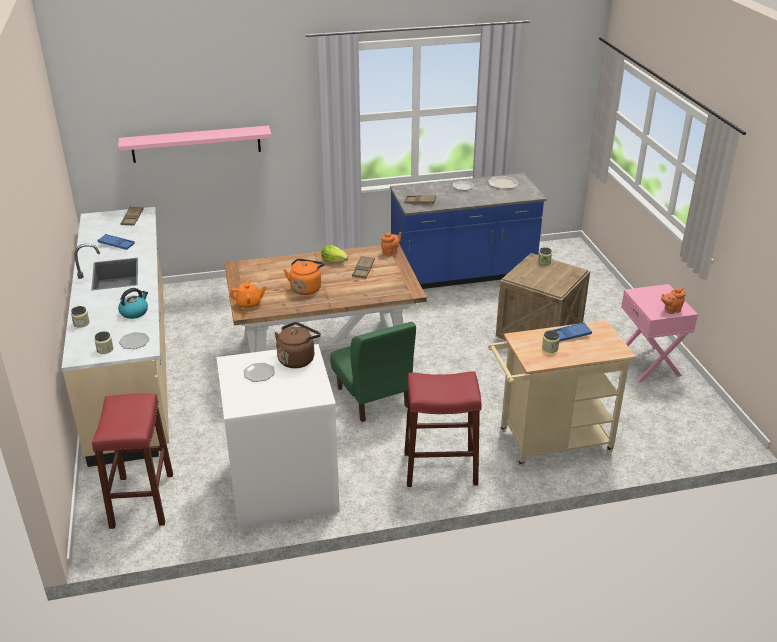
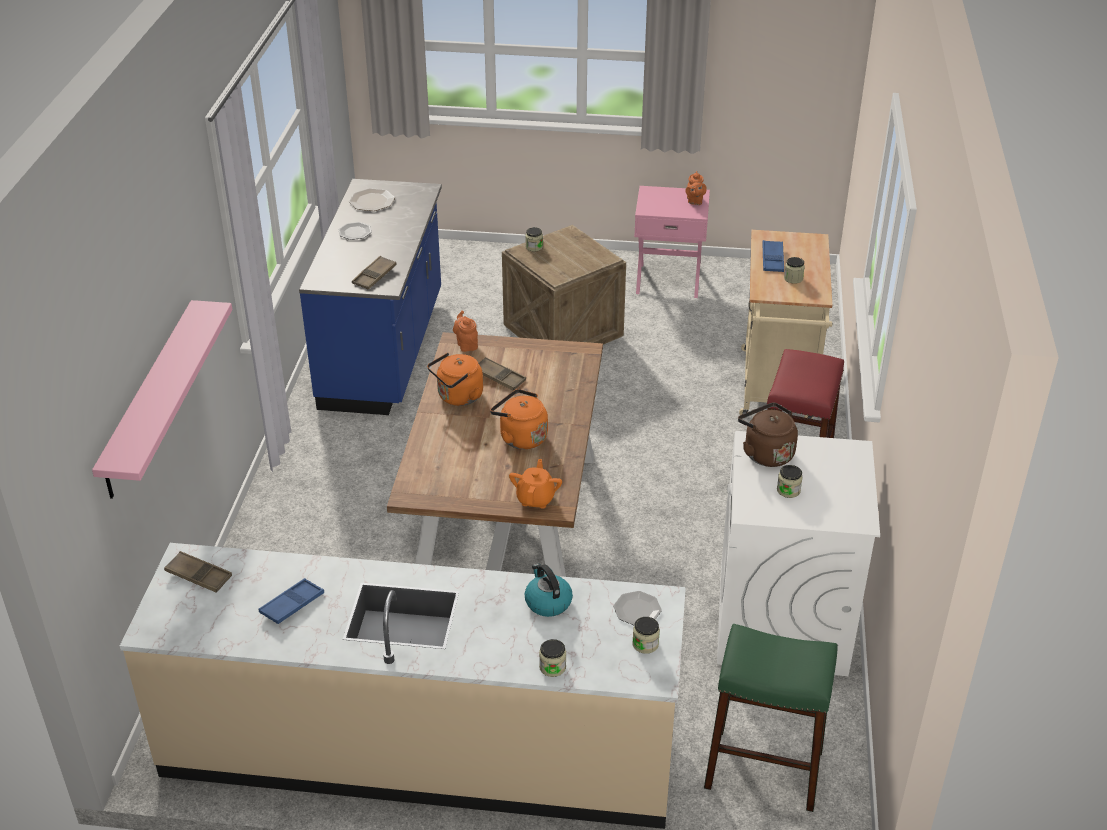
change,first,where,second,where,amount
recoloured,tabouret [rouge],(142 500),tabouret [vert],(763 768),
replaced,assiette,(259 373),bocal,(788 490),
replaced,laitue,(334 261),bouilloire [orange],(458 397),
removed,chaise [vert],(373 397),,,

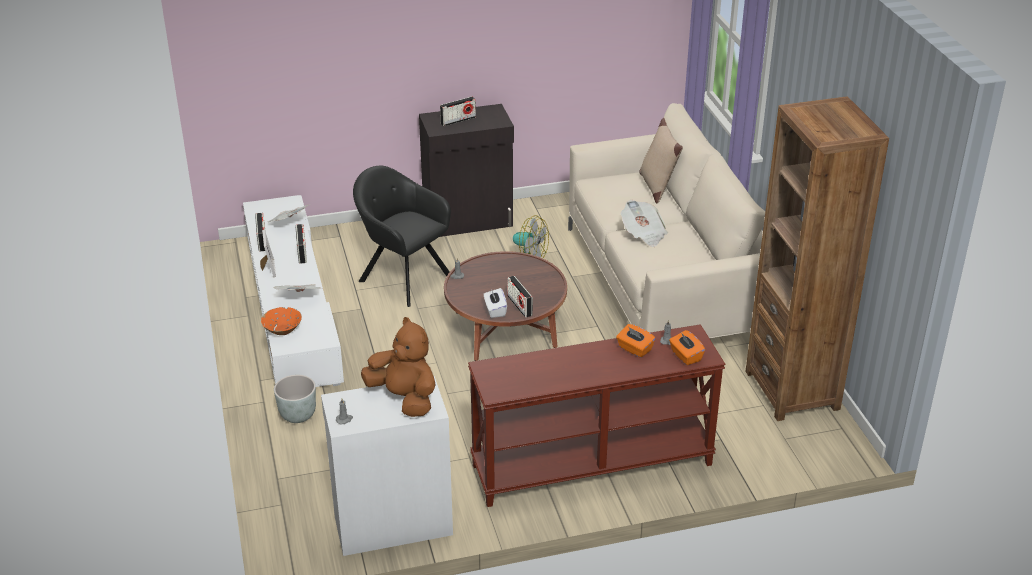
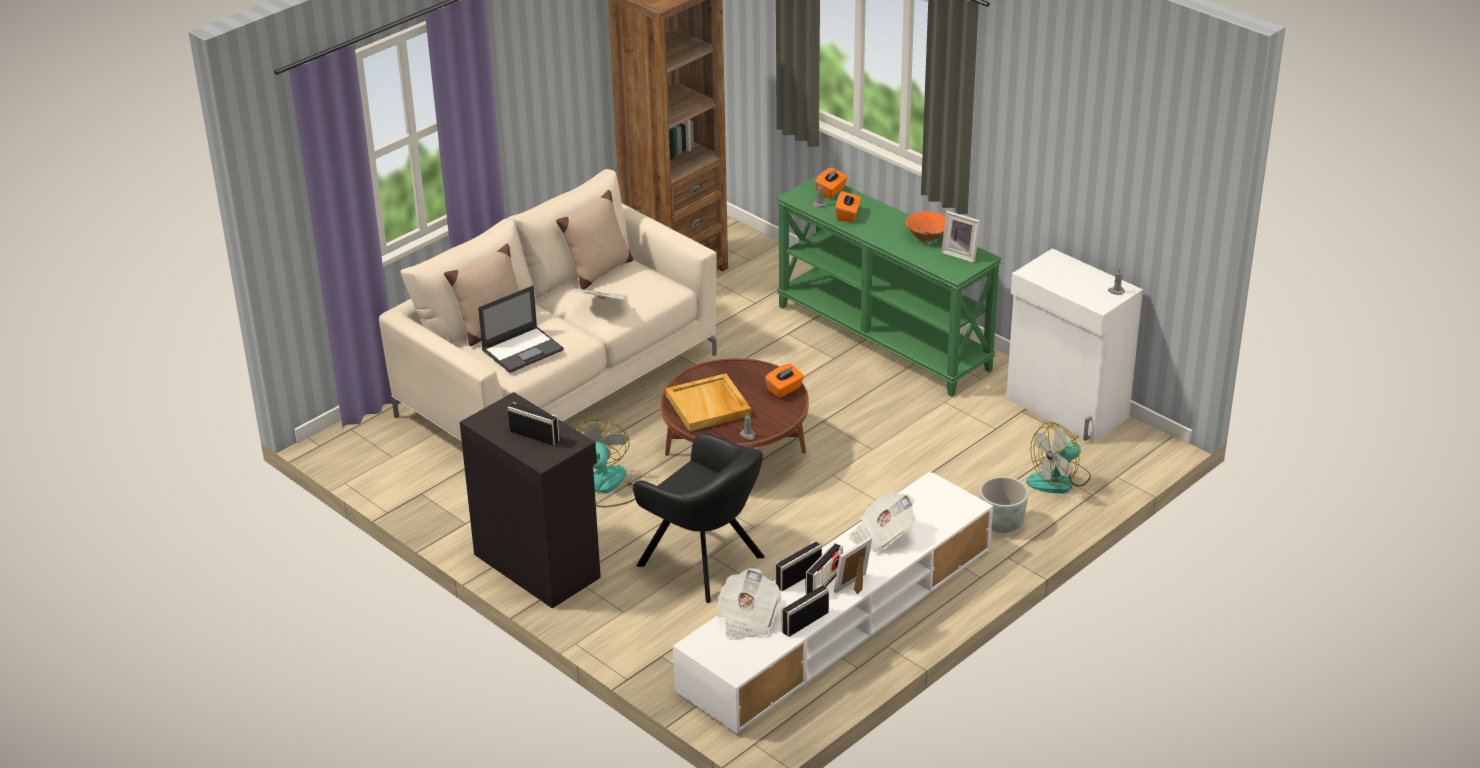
change,first,where,second,where,amount
moved,bol [orange],(283 331),,(927 237),
turned,fauteuil [noir],(402 277),,(705 563),60 degrees counterclockwise
removed,peluche [marron],(404 398),,,
recoloured,table console [marron],(592 466),table console [vert],(885 337),
recoloured,boîte à mouchoirs [blanc],(495 310),boîte à mouchoirs [orange],(784 389),
moved,radio,(519 306),,(824 582),
added,,,ordinateur portable,(523 349),
added,,,coussin [beige],(598 272),
added,,,plateau [beige],(709 405),
added,,,cadre photo,(961 254),
added,,,ventilateur,(1059 480),

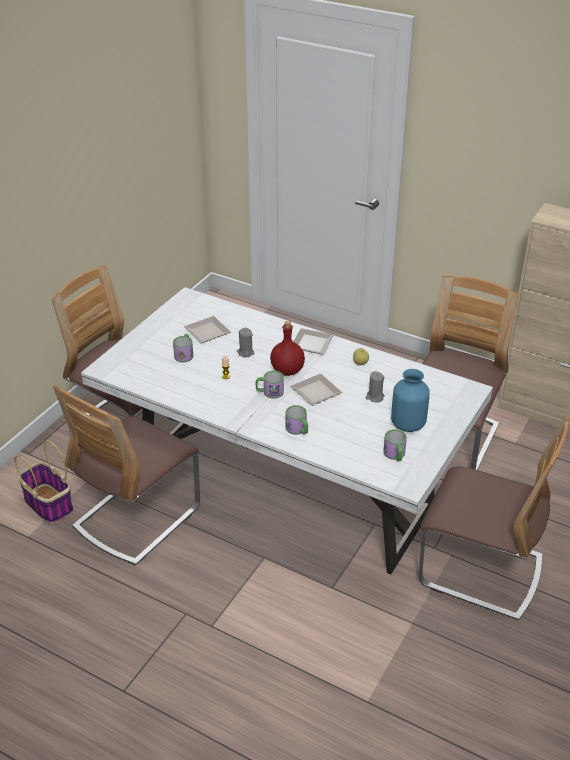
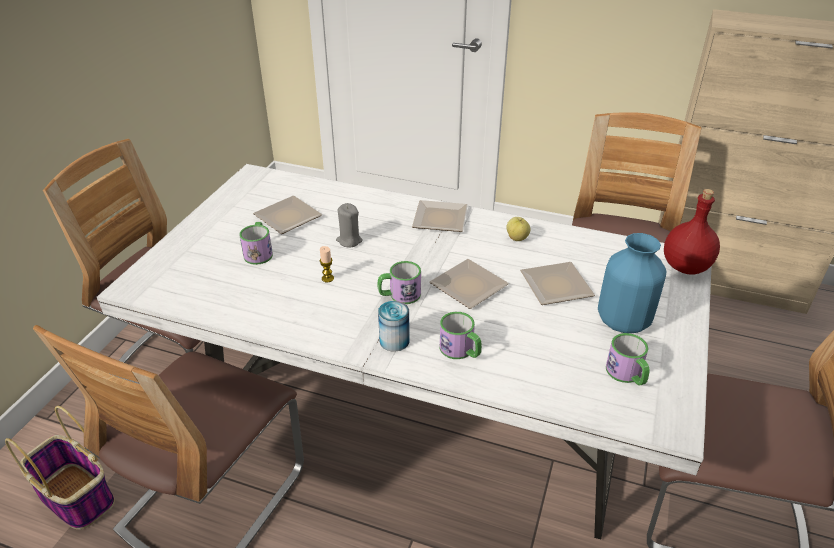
change,first,where,second,where,amount
moved,bouteille [rouge],(288 370),,(686 266),
replaced,bougie [gris],(374 397),assiette,(557 285),
added,,,boîte métallique,(394 341),

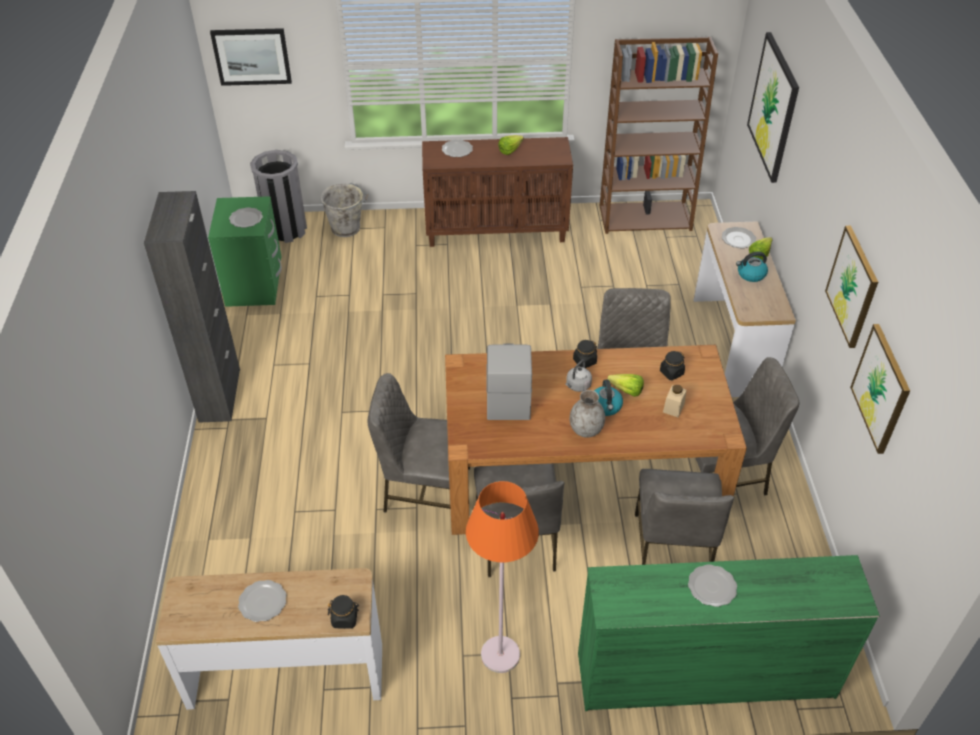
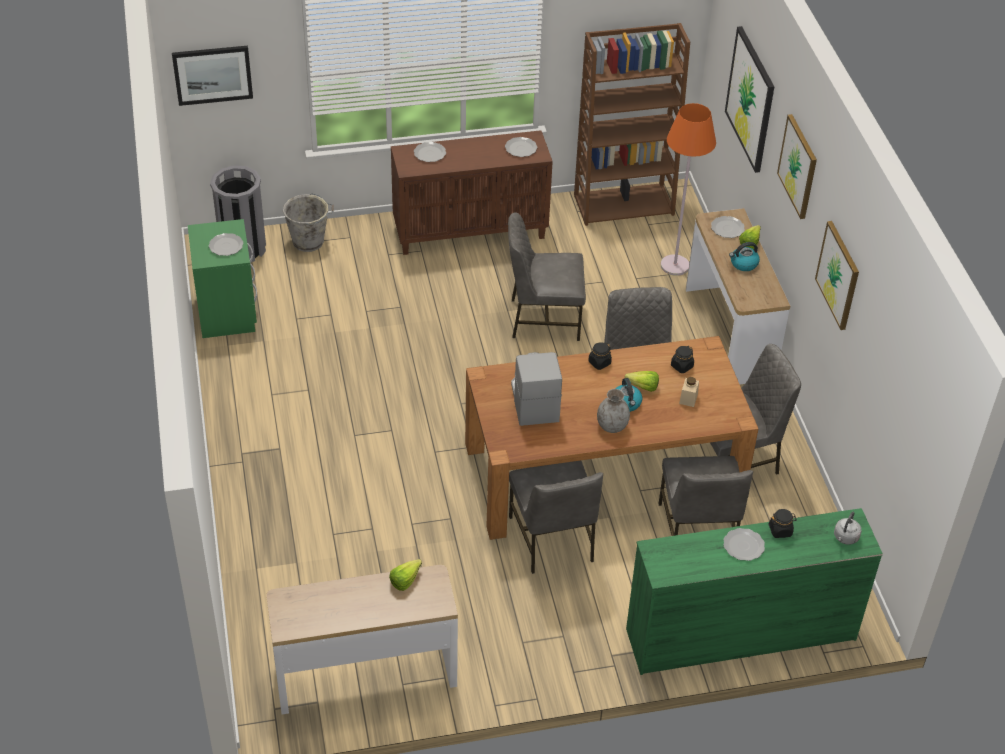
change,first,where,second,where,amount
removed,meuble de rangement [noir],(219 395),,,
moved,assiette,(262 601),,(520 148),
moved,bocal [noir],(345 618),,(780 530),
moved,chaise [gris],(425 490),,(543 318),
moved,lampadaire [orange],(500 655),,(675 266),
moved,laitue,(512 150),,(408 579),
moved,bouilloire [gris],(577 386),,(845 538),
moved,tableau,(881 388),,(798 166),

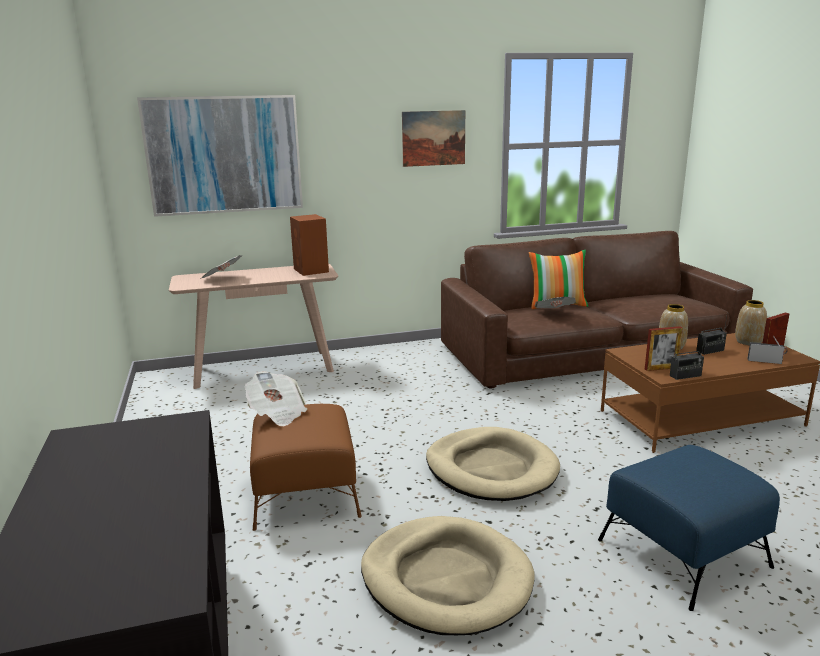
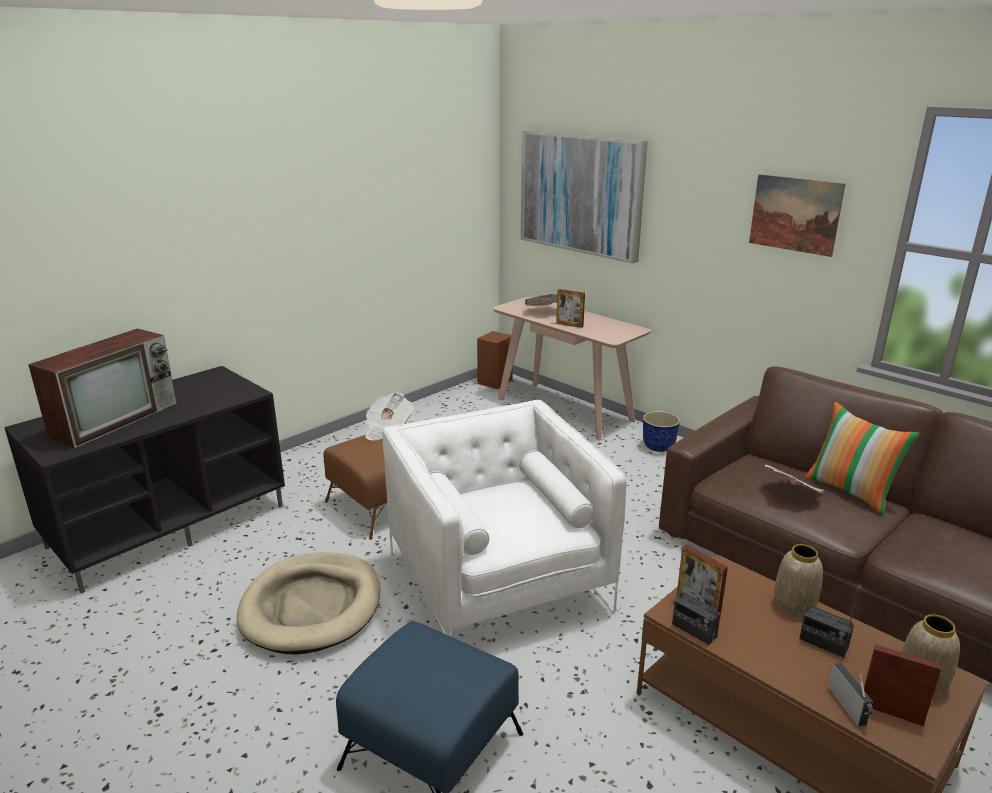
change,first,where,second,where,amount
moved,enceinte [marron],(311 270),,(494 382),
replaced,panier pour chien [beige],(491 469),fauteuil [blanc],(497 583),
added,,,téléviseur,(117 419),
added,,,cadre photo,(569 325),
added,,,cache-pot,(659 447),

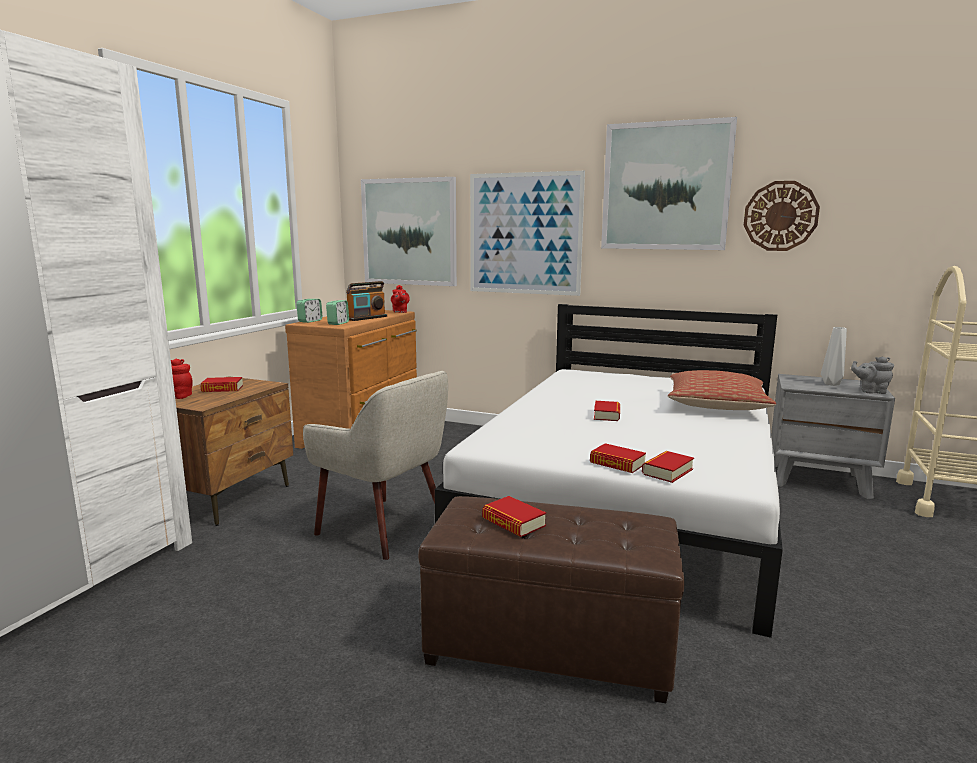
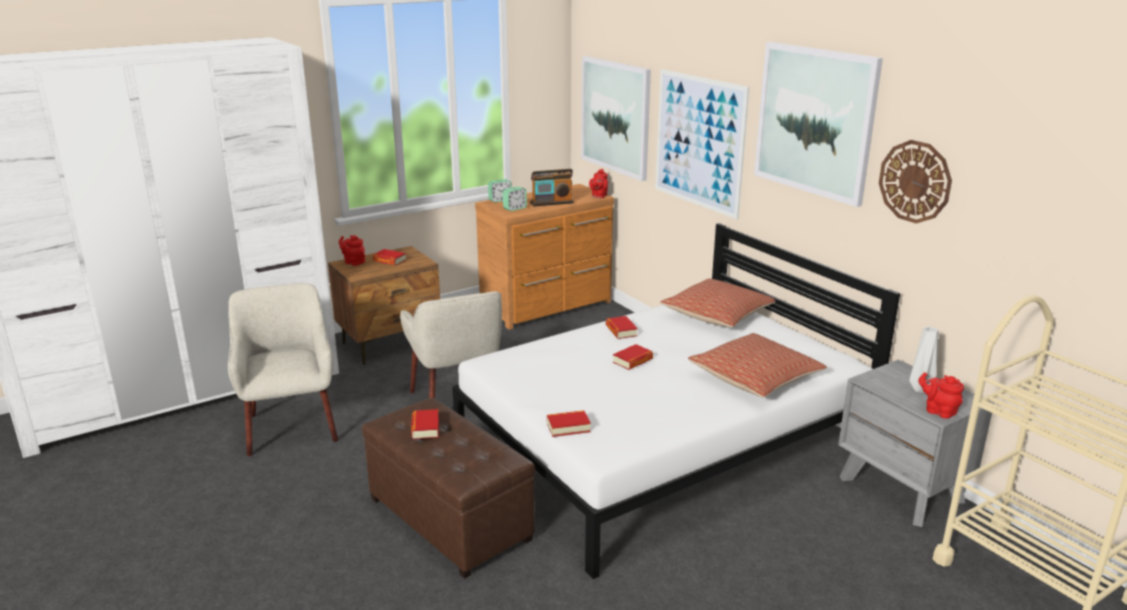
change,first,where,second,where,amount
moved,livre,(617 463),,(621 331),
recoloured,théière [gris],(871 391),théière [rouge],(938 411),
added,,,fauteuil [beige],(291 427),
added,,,coussin,(717 315),

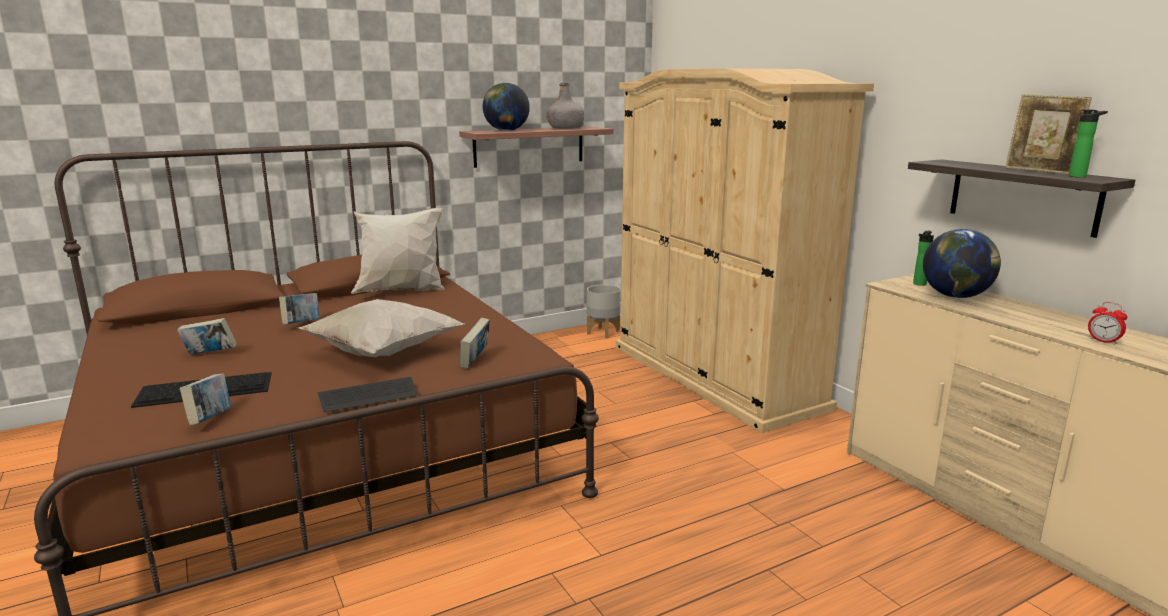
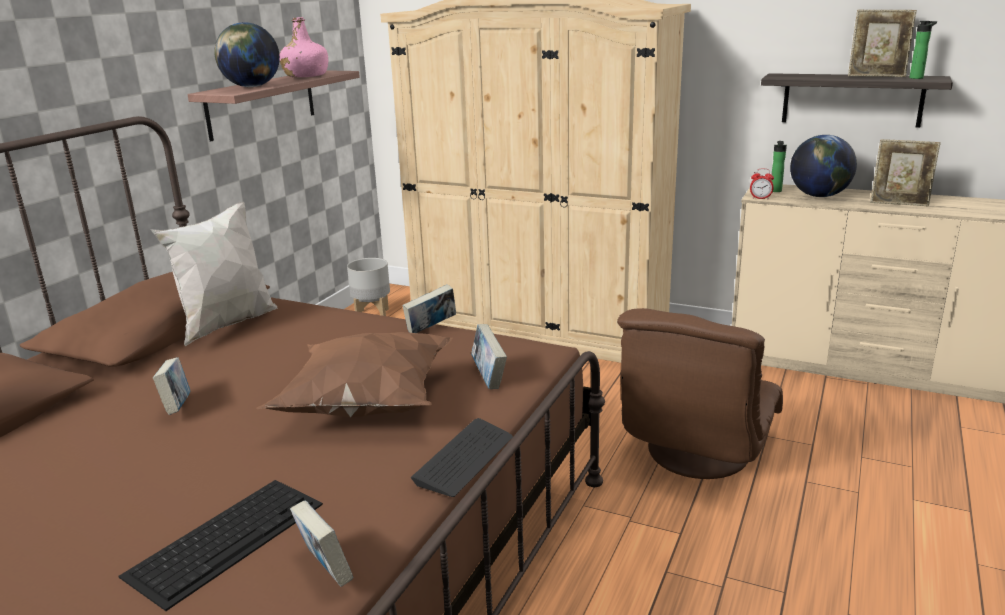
change,first,where,second,where,amount
moved,livre,(210 354),,(431 329),
recoloured,coussin [blanc],(381 353),coussin [marron],(365 406),
recoloured,bouteille [gris],(565 128),bouteille [rose],(306 76),
moved,réveil,(1103 341),,(760 198),
added,,,fauteuil [marron],(695 452),
added,,,cadre photo,(899 204),

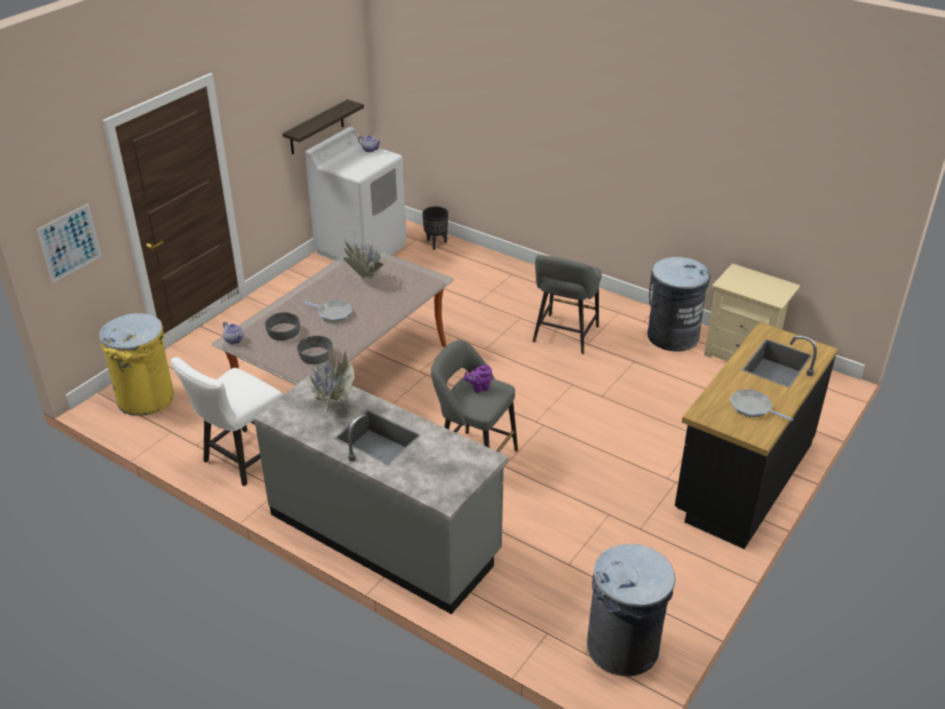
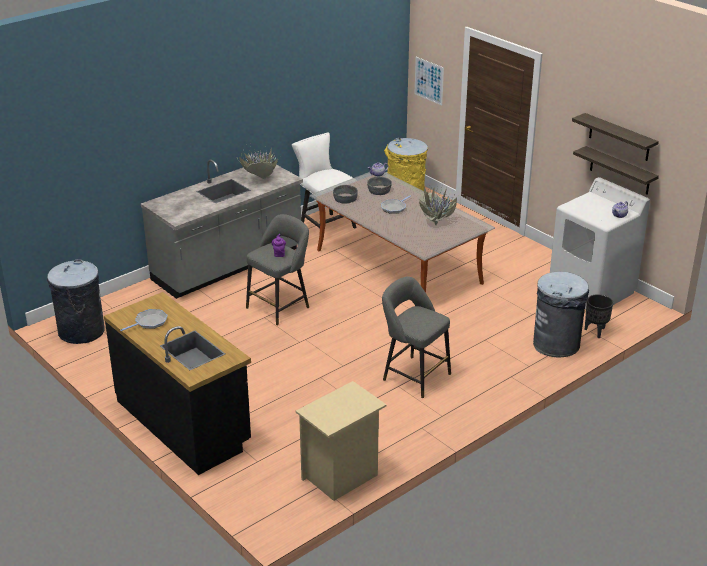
change,first,where,second,where,amount
moved,poubelle [gris],(672 336),,(556 344),
added,,,étagère,(619 137),

